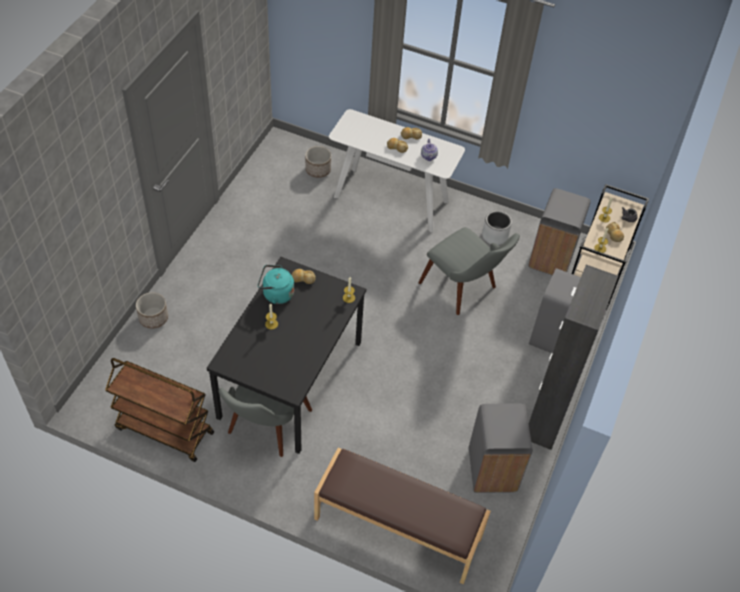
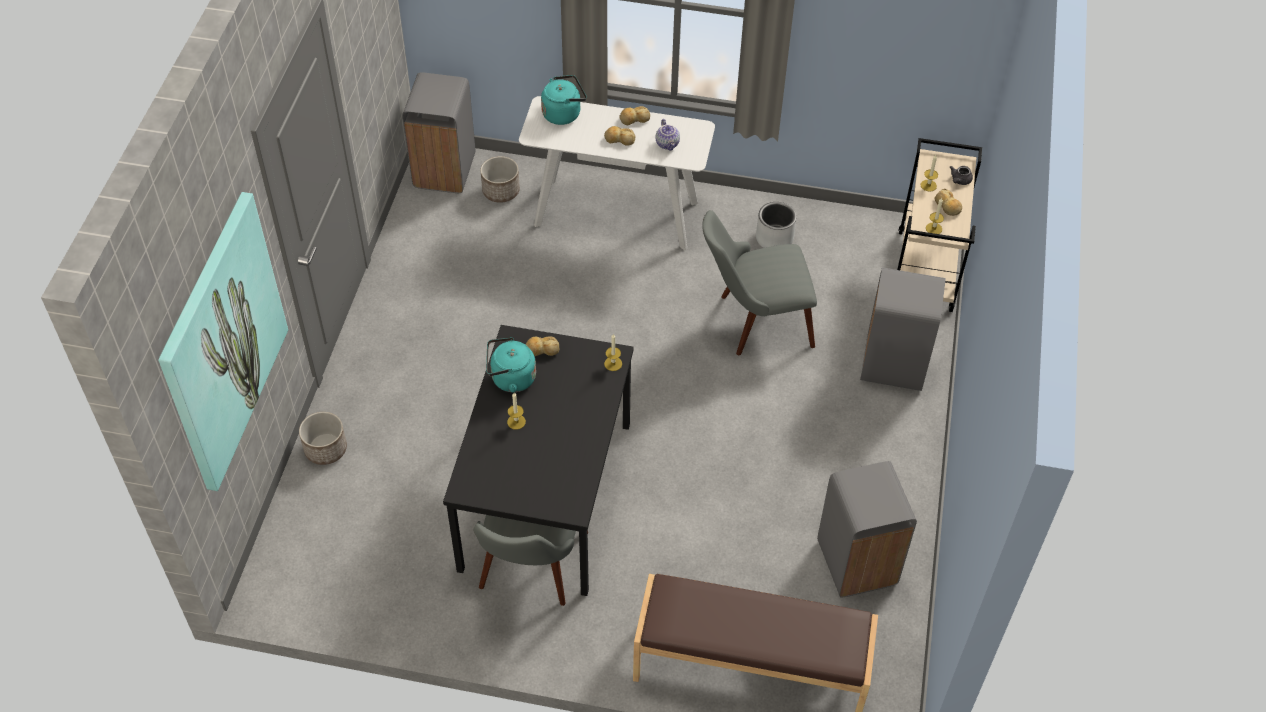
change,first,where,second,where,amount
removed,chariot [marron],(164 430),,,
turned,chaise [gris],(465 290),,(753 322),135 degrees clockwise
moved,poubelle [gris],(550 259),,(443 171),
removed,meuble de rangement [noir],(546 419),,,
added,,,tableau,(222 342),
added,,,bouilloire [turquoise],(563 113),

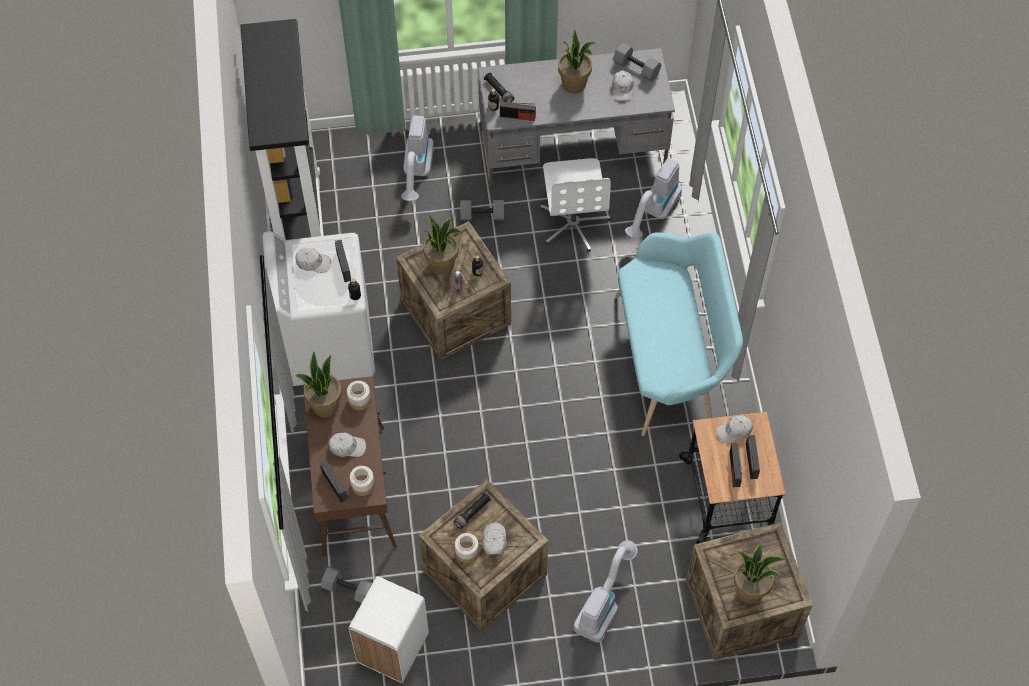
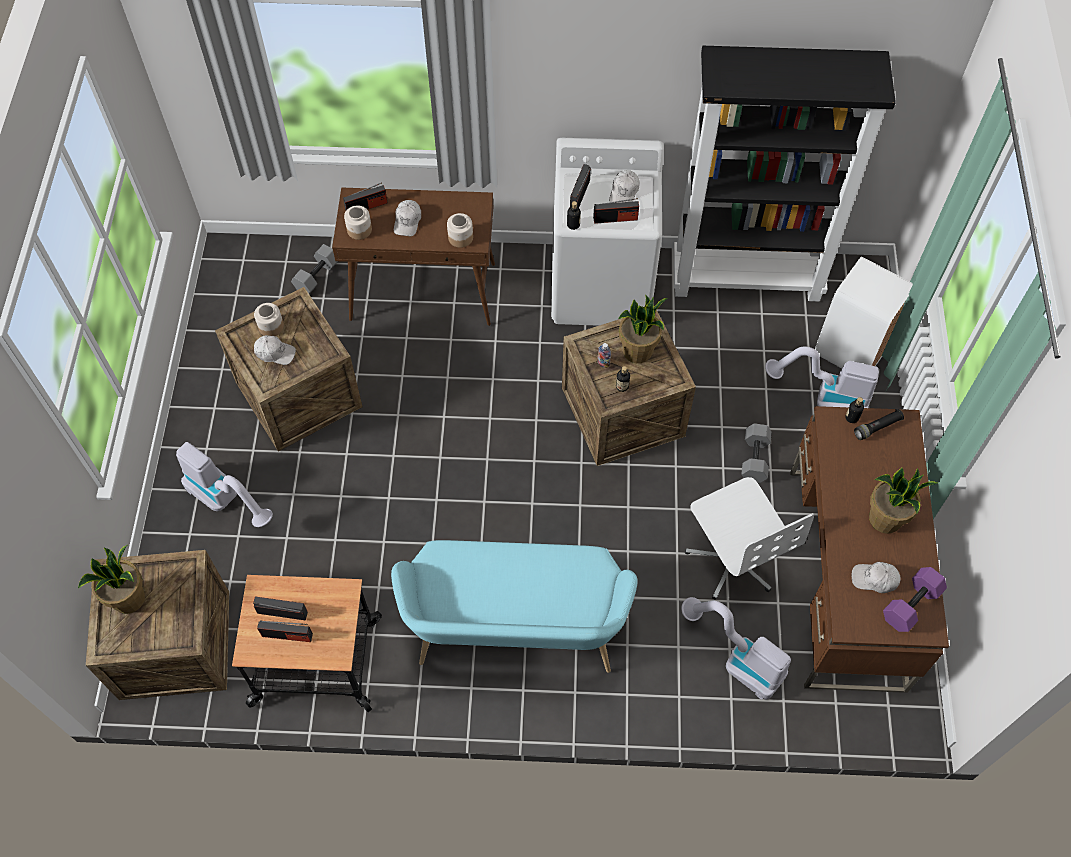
change,first,where,second,where,amount
removed,plante en pot,(325 406),,,
moved,poubelle [blanc],(393 648),,(850 351),
removed,lampe de poche [noir],(472 513),,,
recoloured,bureau [gris],(573 151),bureau [marron],(846 578),
moved,radio,(517 116),,(579 195),
turned,chaise de bureau [blanc],(573 223),,(733 559),120 degrees counterclockwise
recoloured,haltère [gris],(635 68),haltère [violet],(910 603),
removed,casquette [blanc],(734 431),,,

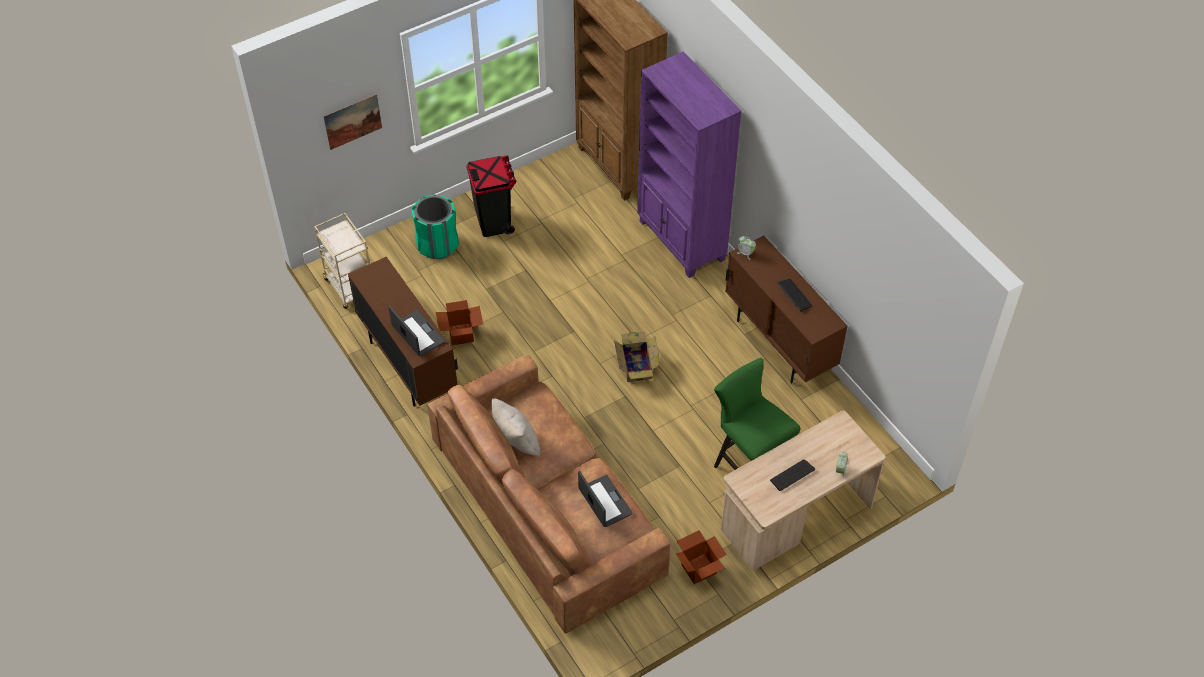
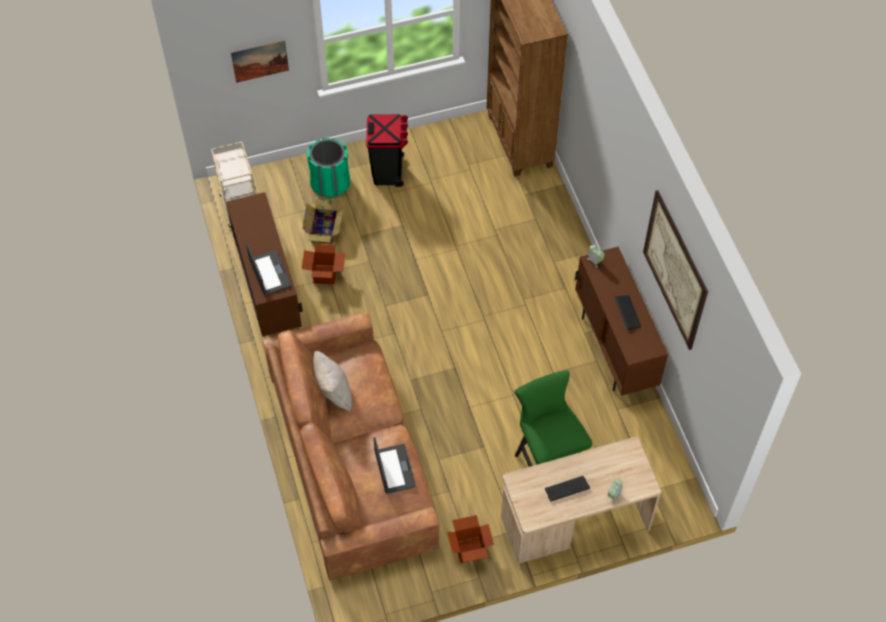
change,first,where,second,where,amount
moved,carton,(636 365),,(325 229),
removed,bibliothèque [violet],(681 241),,,
added,,,tableau,(675 270),

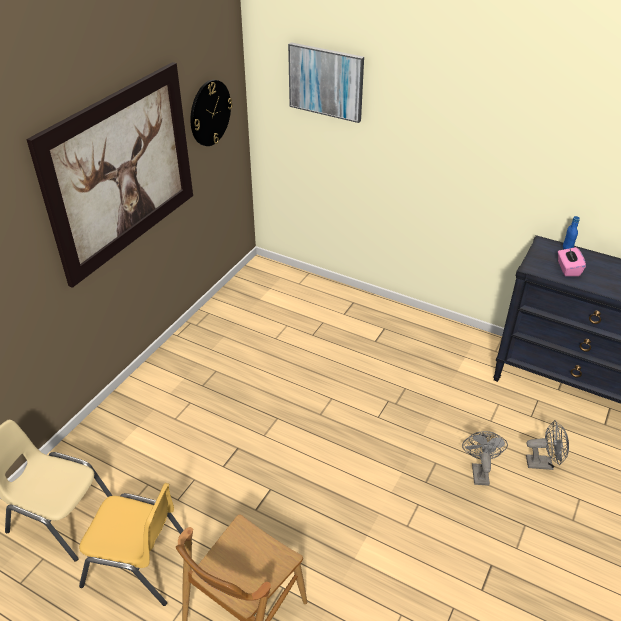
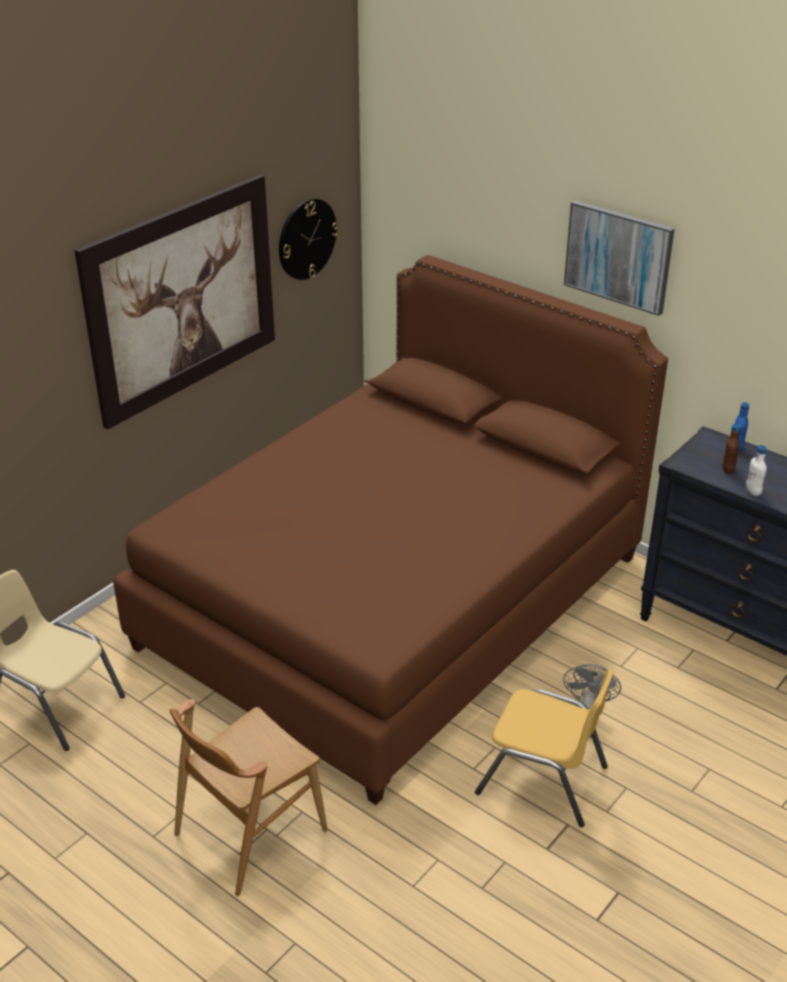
change,first,where,second,where,amount
moved,chaise [jaune],(138 564),,(542 780),
moved,tableau,(326 82),,(618 256),
removed,ventilateur [gris],(543 463),,,
replaced,boîte à mouchoirs [rose],(568 269),bouteille [marron],(728 469),
added,,,lit [marron],(393 601),
added,,,bouteille [blanc],(753 492),

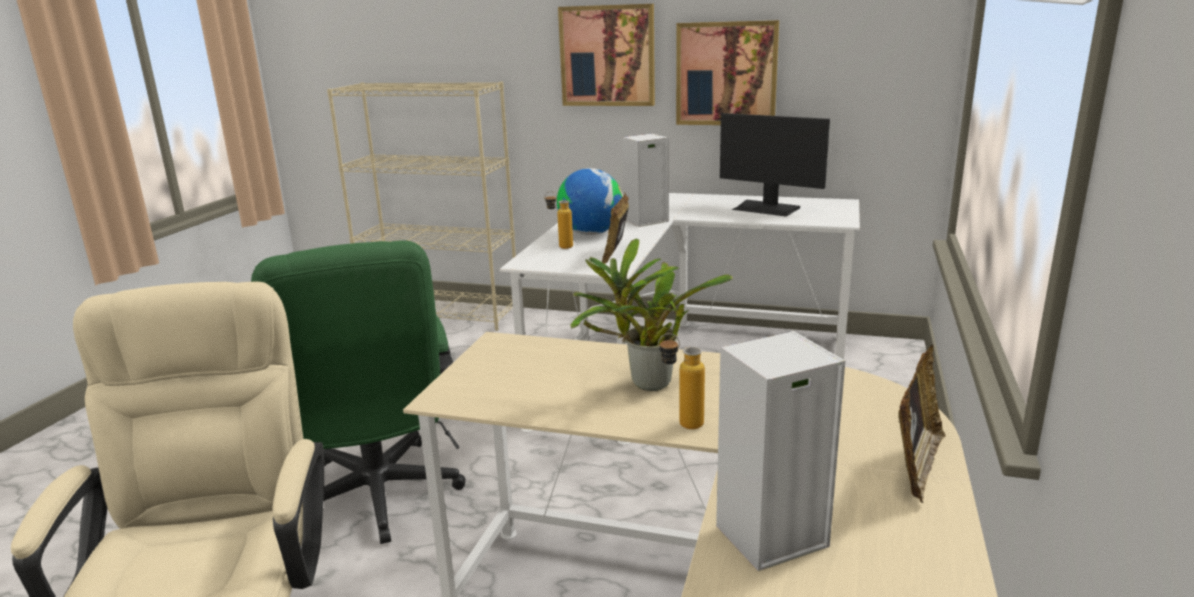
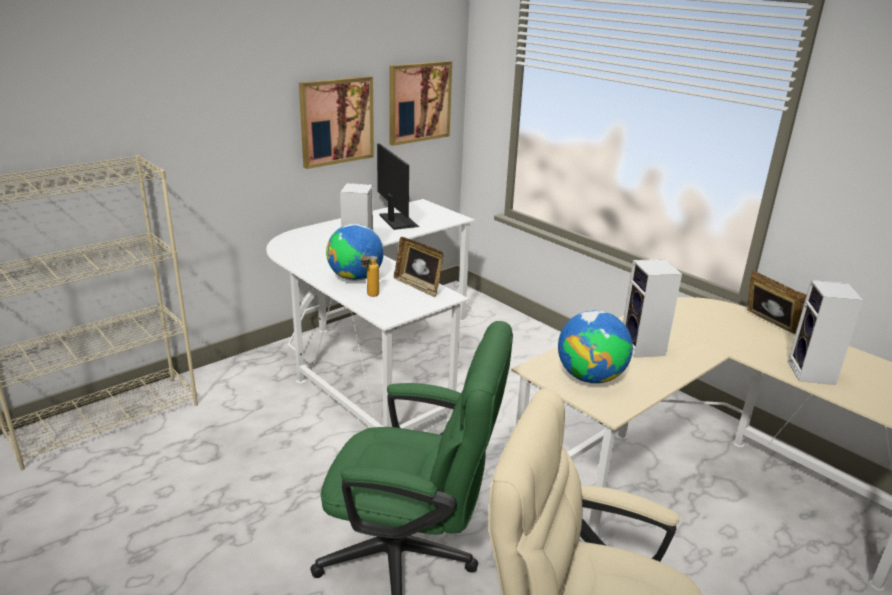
change,first,where,second,where,amount
moved,tableau,(607 56),,(419 102),
replaced,plante en pot,(645 385),enceinte,(644 348),
removed,bouteille,(681 424),,,
turned,écran d'ordinateur,(766 208),,(397 221),90 degrees counterclockwise
added,,,globe,(590 377),

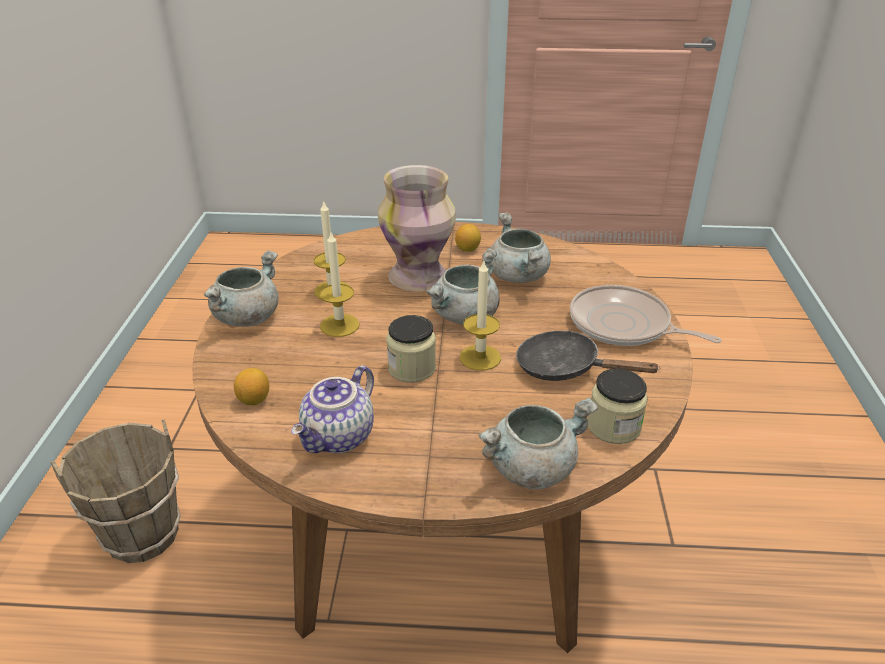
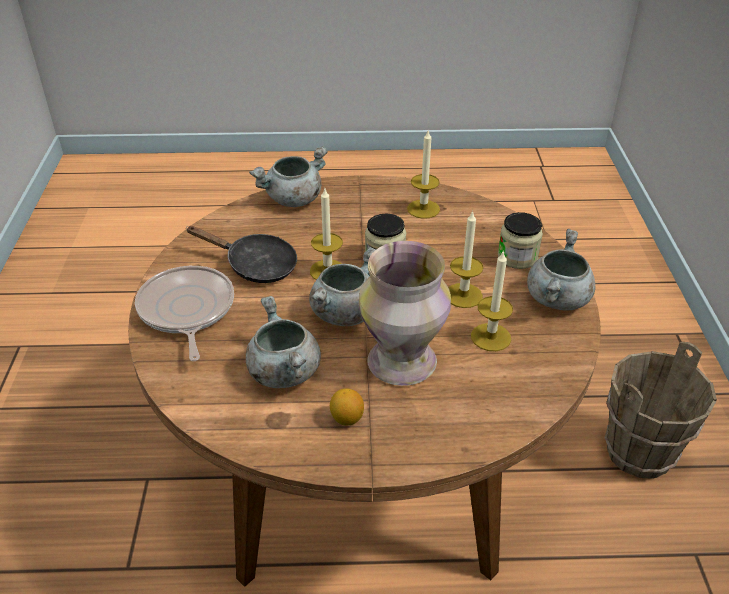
change,first,where,second,where,amount
removed,citron,(254 400),,,
replaced,théière,(339 438),bougie,(423 209),
turned,poêle,(624 325),,(186 311),135 degrees counterclockwise
moved,bocal,(614 426),,(517 257),

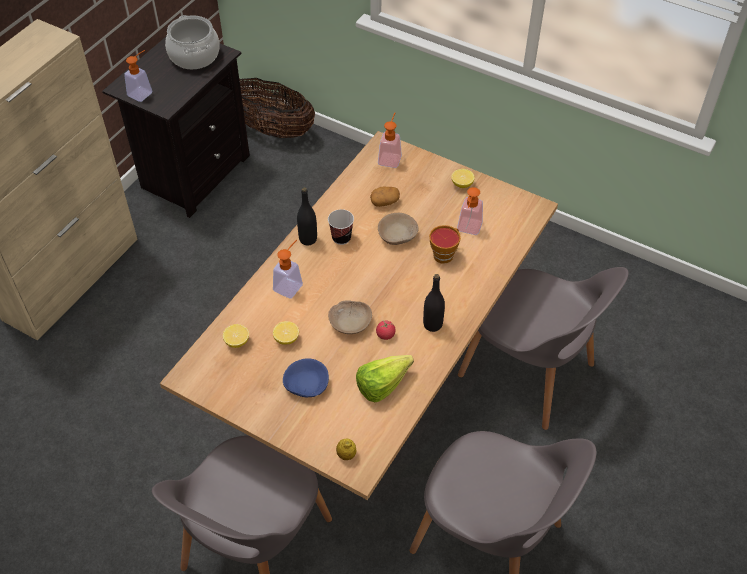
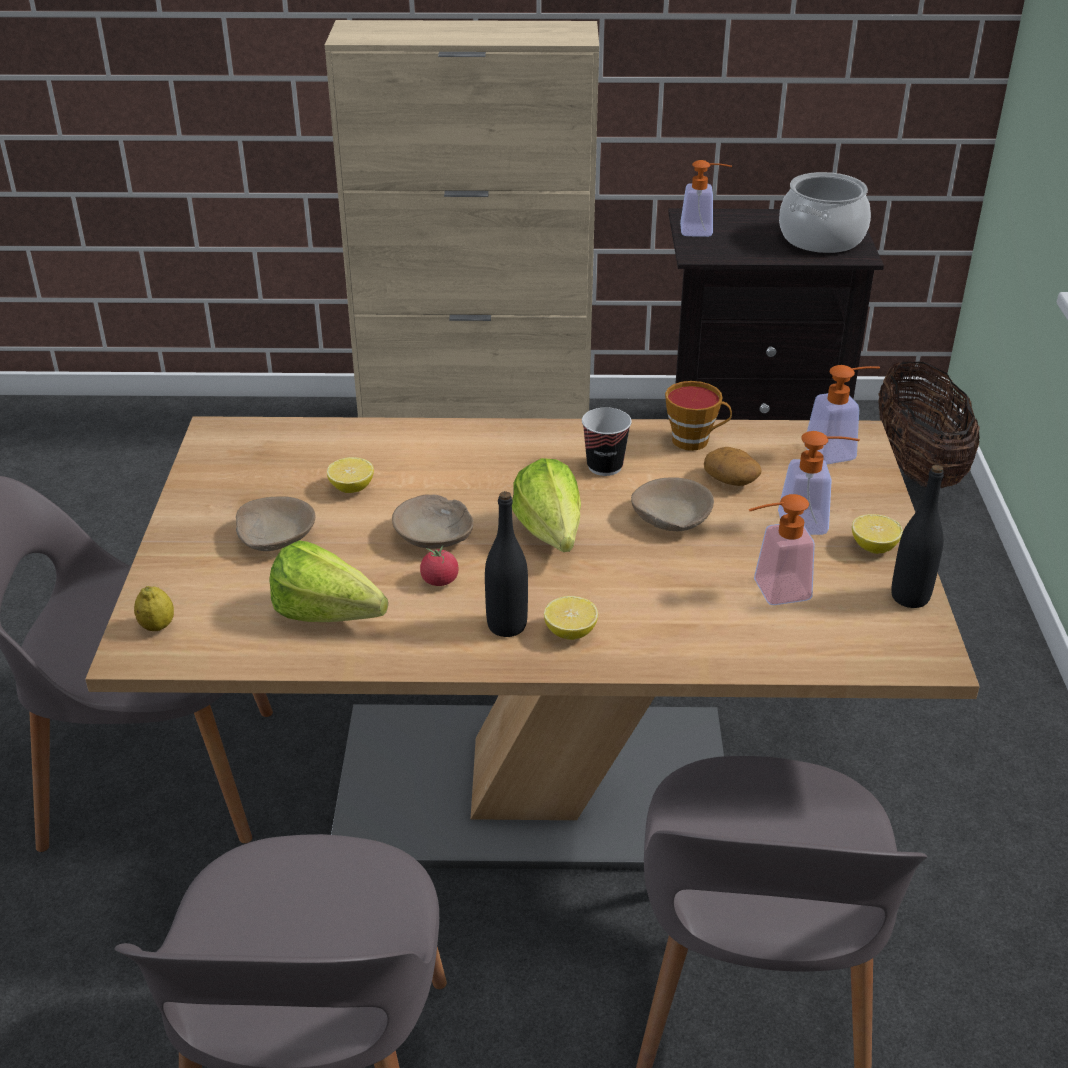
change,first,where,second,where,amount
moved,citron,(237 341),,(570 632),
moved,distributeur de savon,(290 284),,(812 523),
recoloured,bol [bleu],(307 384),bol [beige],(275 538),
moved,bouteille [noir],(308 239),,(910 597),
moved,tasse,(444 254),,(695 441),
added,,,laitue,(550 540),

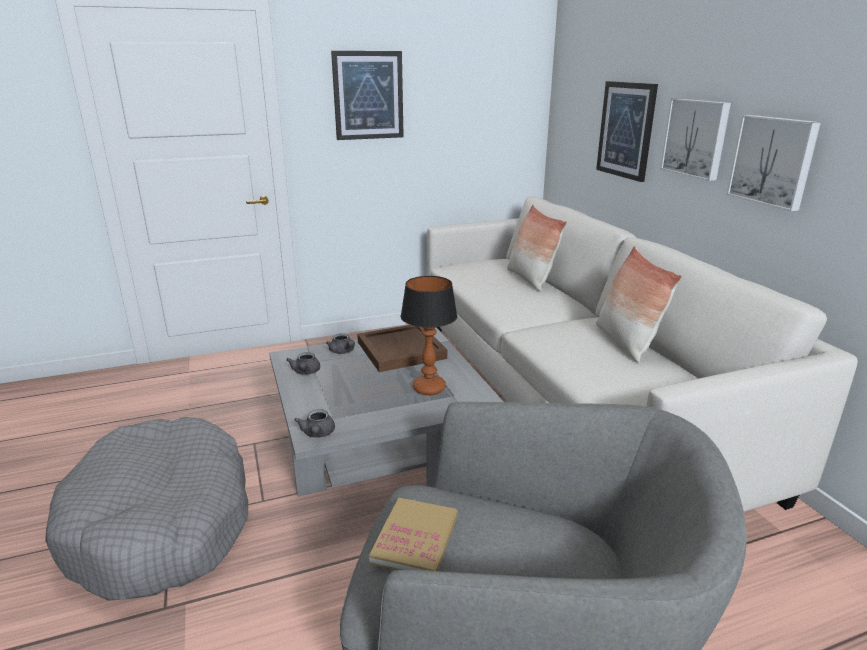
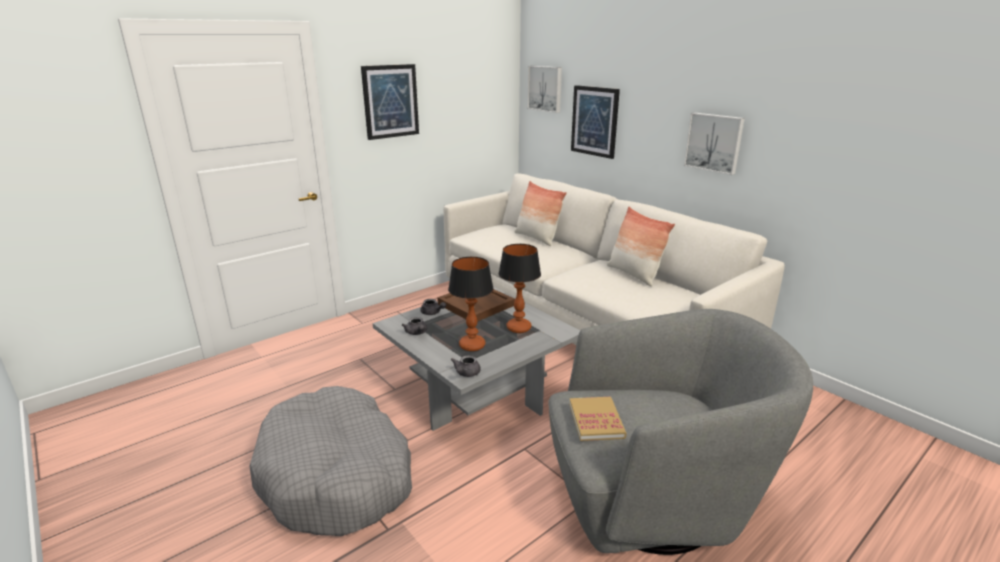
change,first,where,second,where,amount
turned,théière [gris],(317 434),,(466 374),45 degrees clockwise
moved,tableau,(696 138),,(545 88),
added,,,lampe de table,(472 345),

